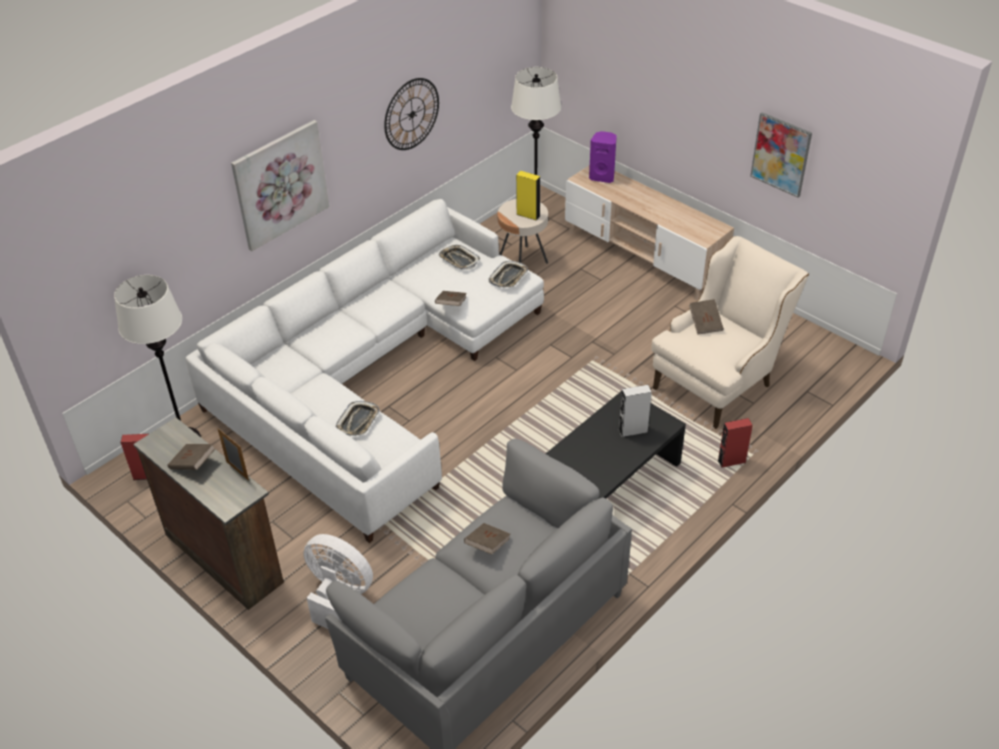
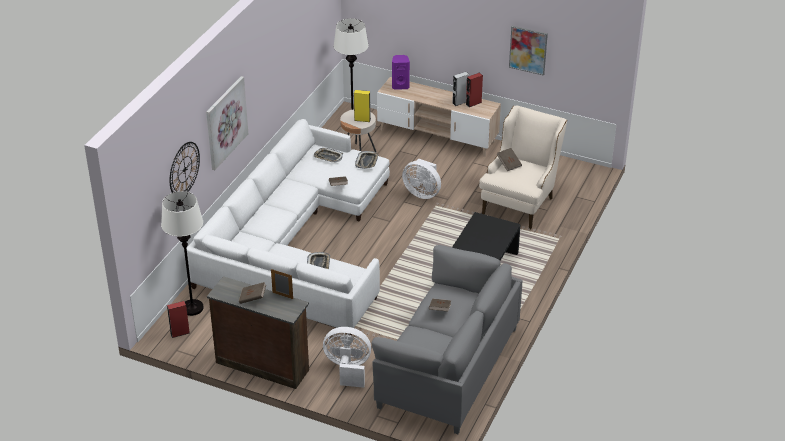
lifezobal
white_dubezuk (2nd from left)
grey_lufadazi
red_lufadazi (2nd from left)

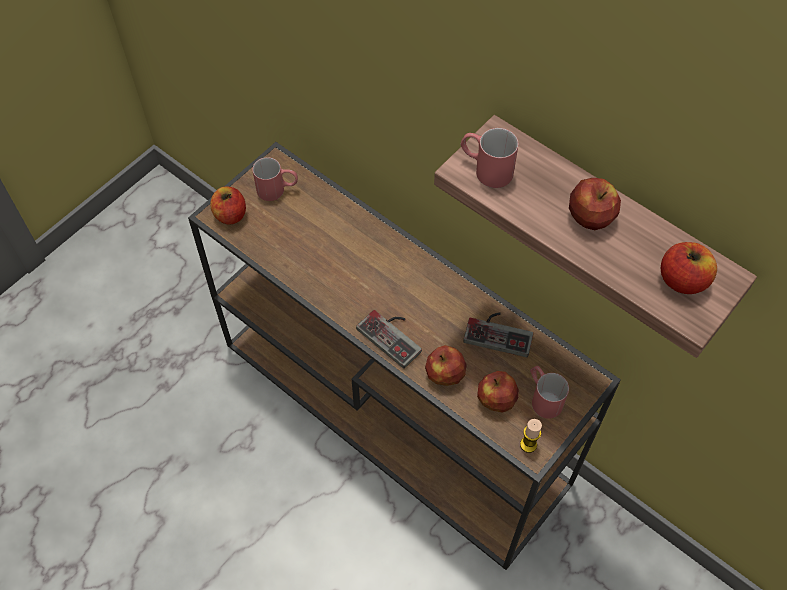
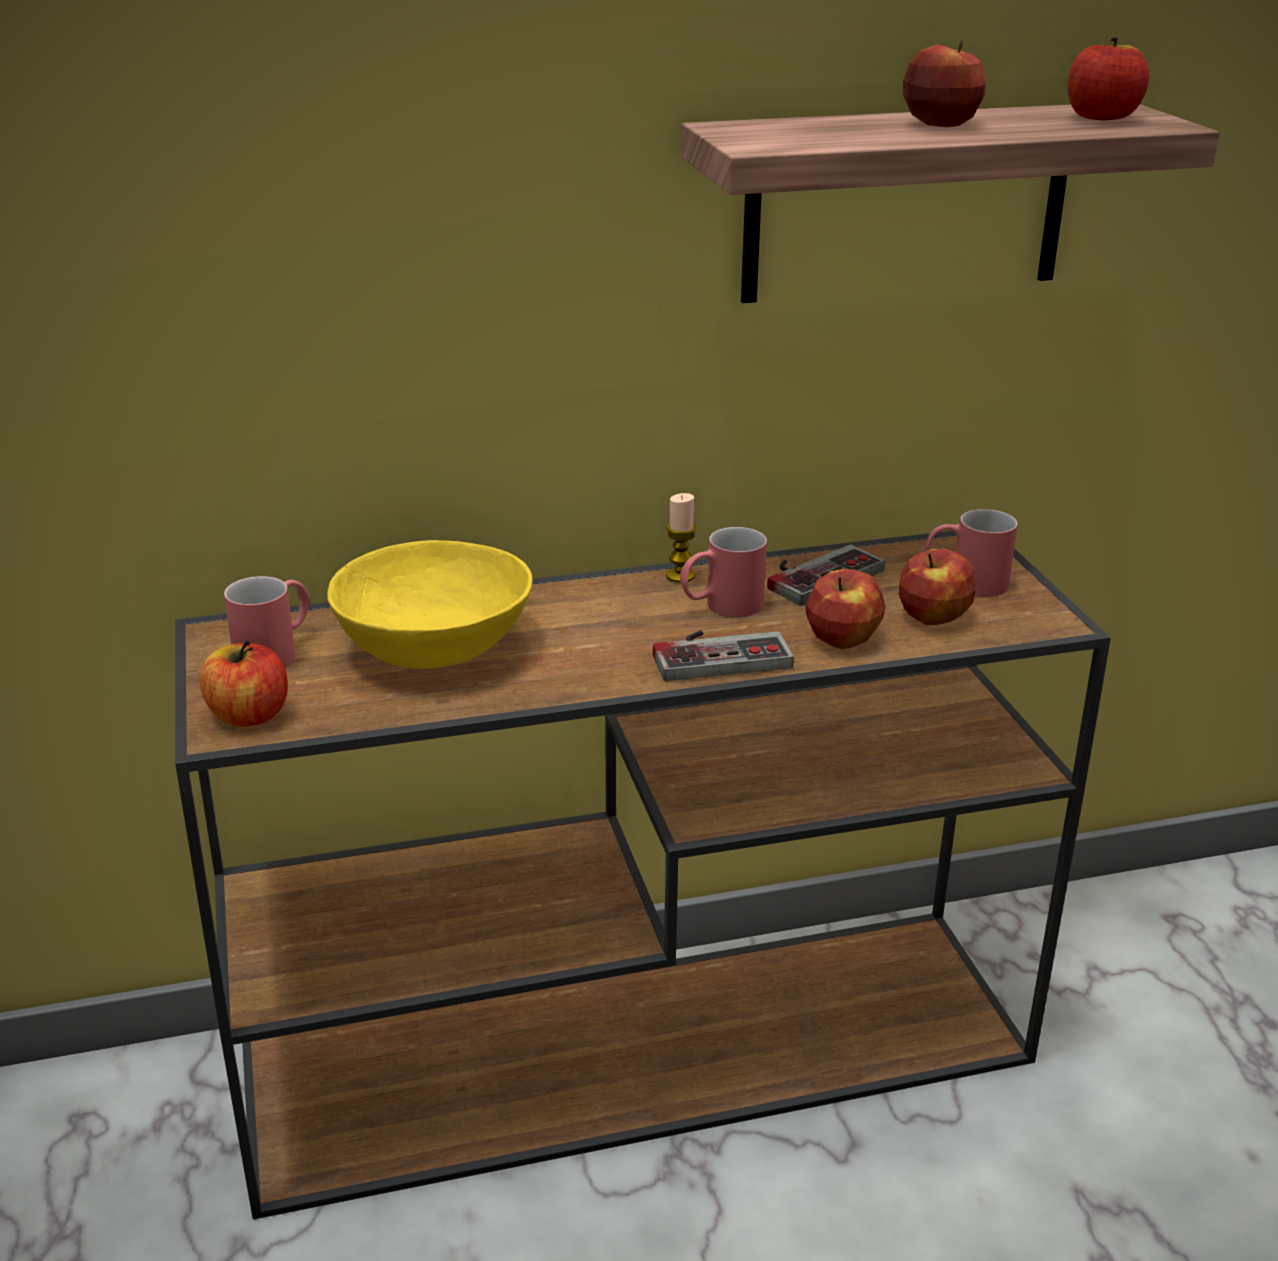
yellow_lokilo
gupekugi
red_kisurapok (2nd from left)

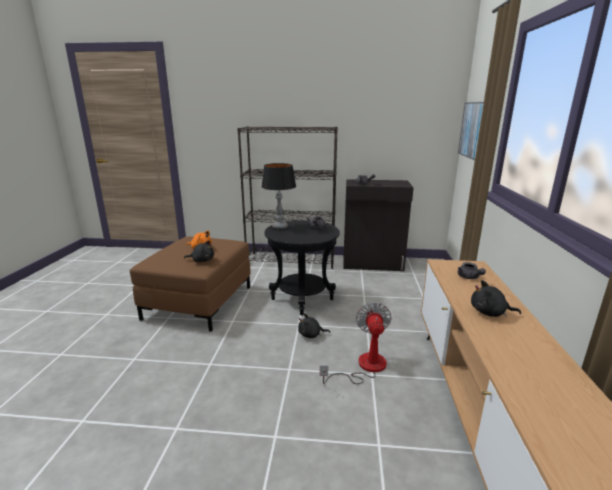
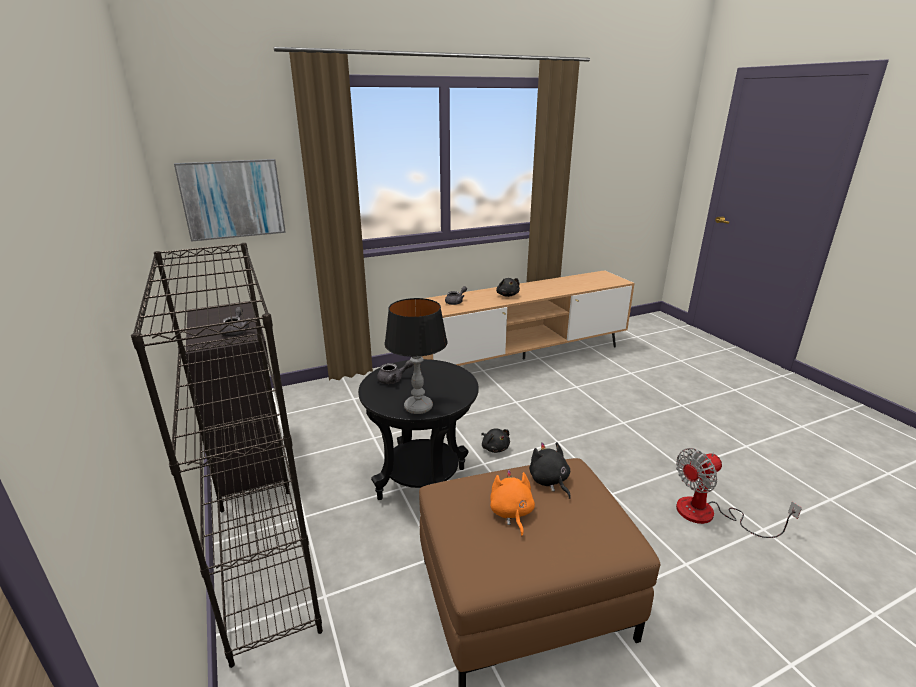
dubezuk

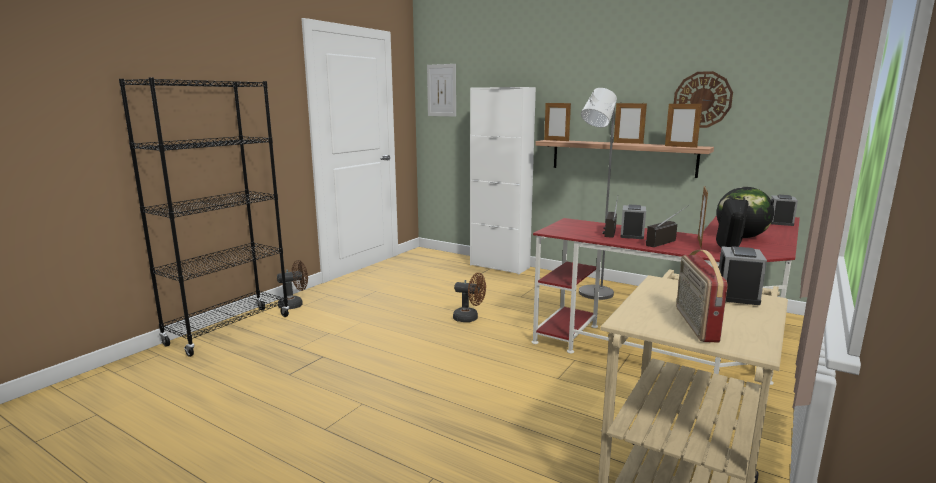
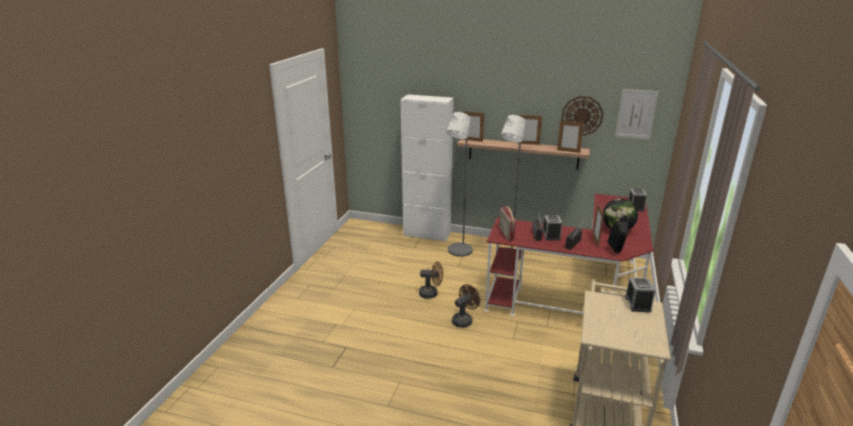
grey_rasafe (1st from left)
brown_dubezuk (2nd from left)
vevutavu (1st from left)
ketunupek
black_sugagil

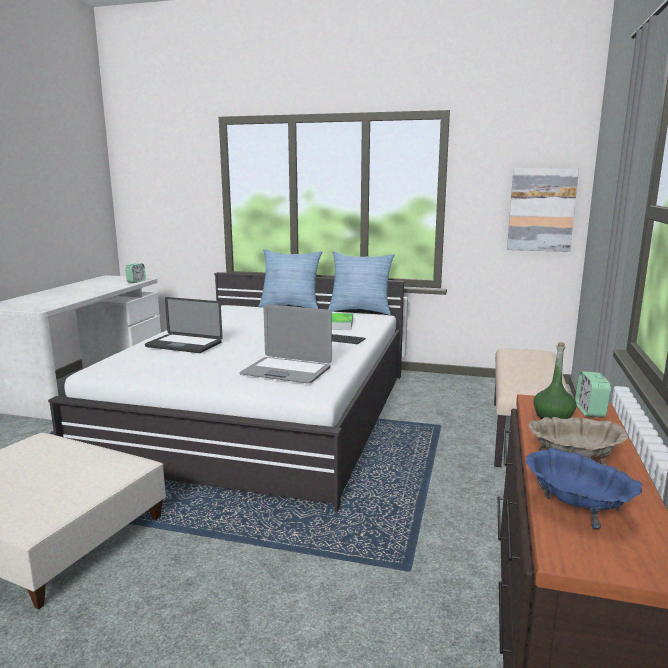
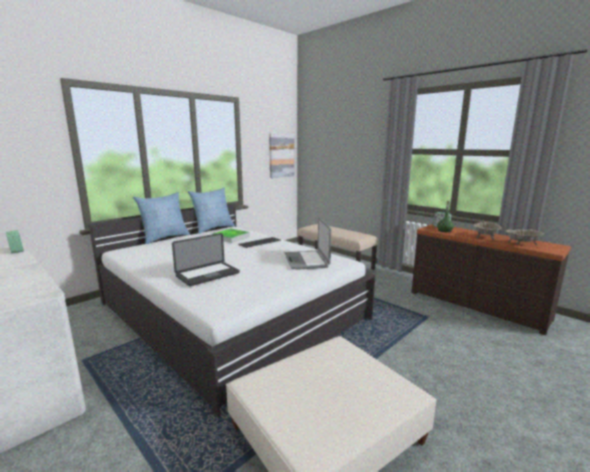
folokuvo (2nd from left)
beige_lokilo (2nd from left)

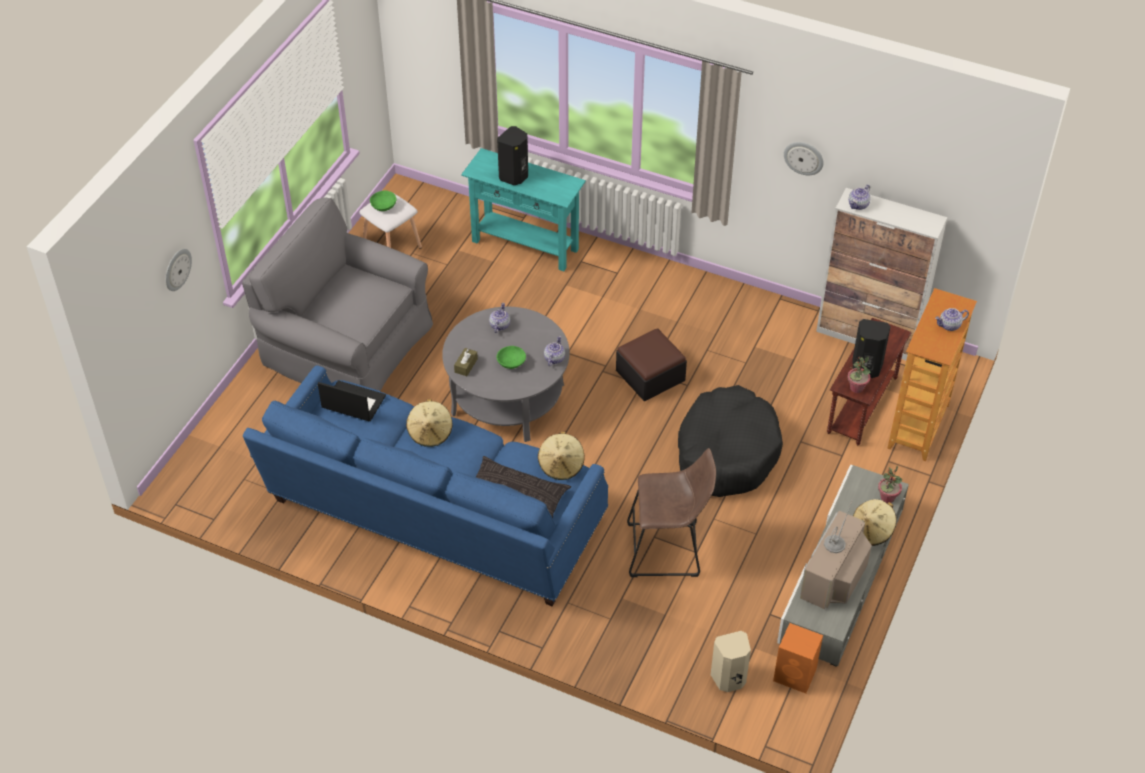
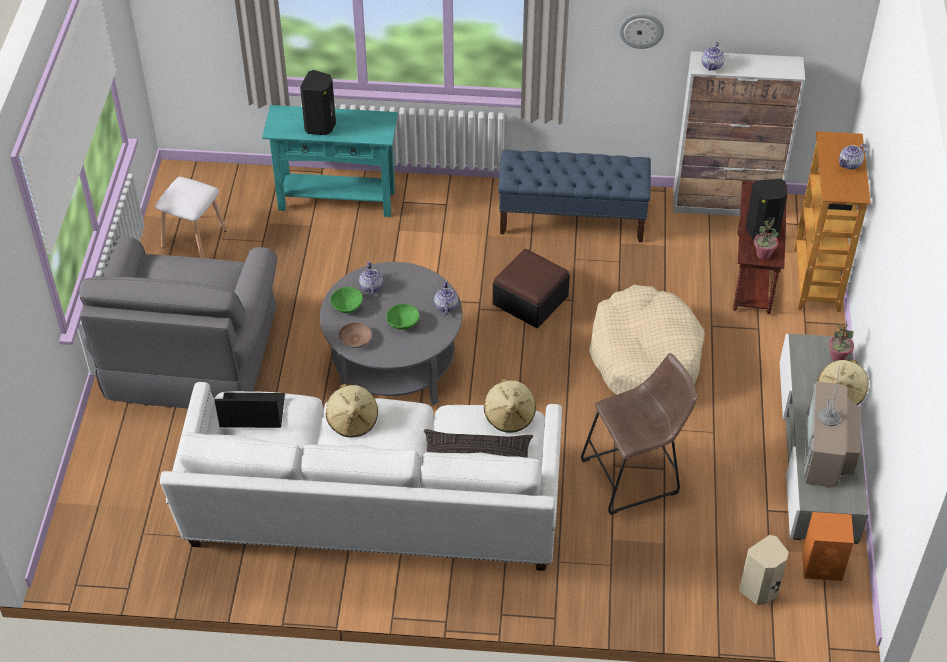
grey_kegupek
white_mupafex
green_lokilo (1st from left)
brown_lokilo
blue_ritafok
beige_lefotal
lifezobal (1st from left in the first image)

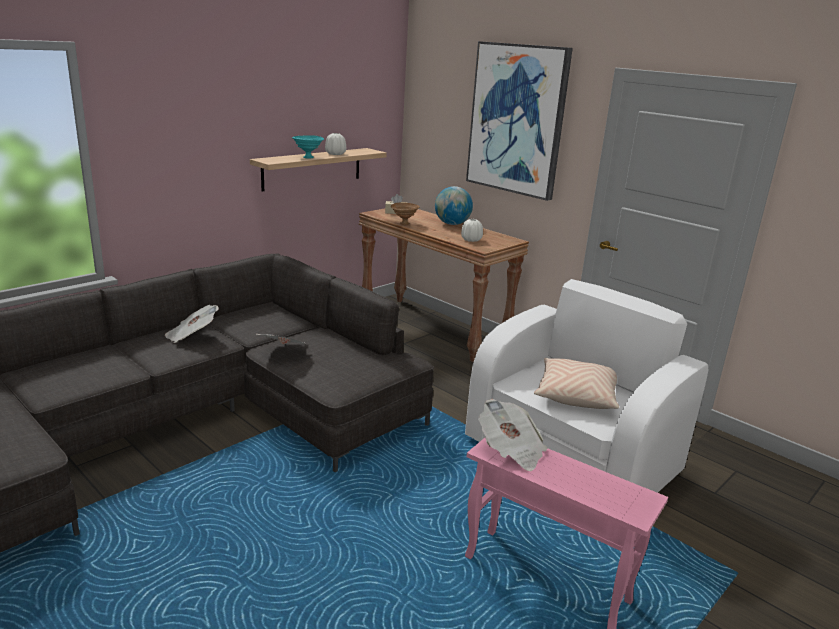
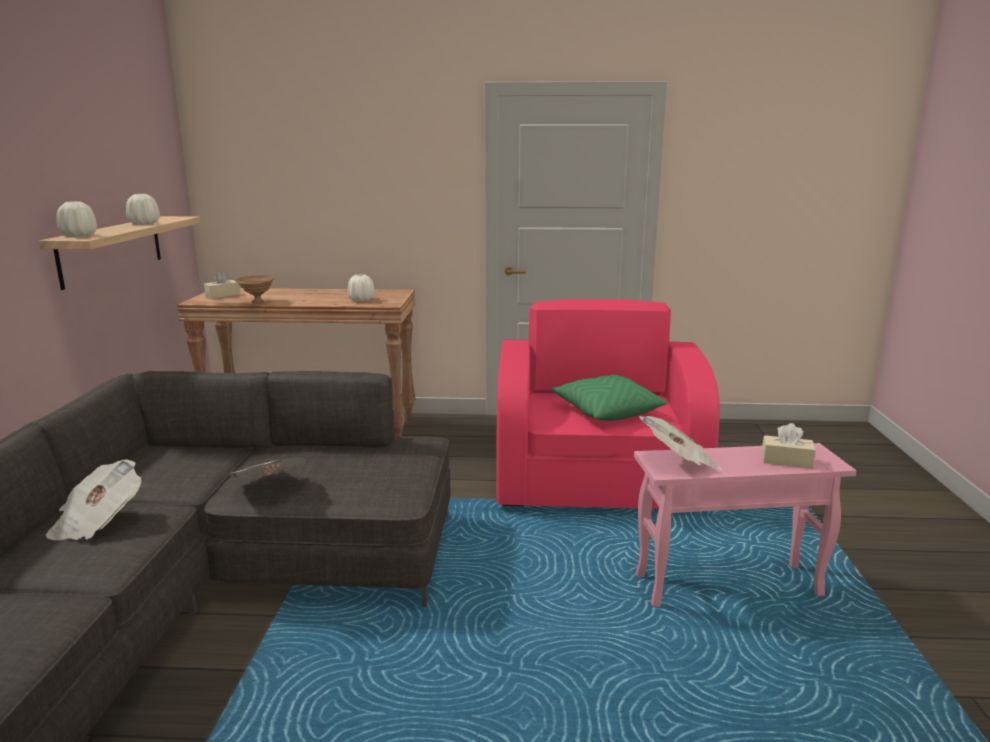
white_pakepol (1st from left)
pink_kegupek
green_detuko
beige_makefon (2nd from left)
turquoise_lokilo
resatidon
ketunupek

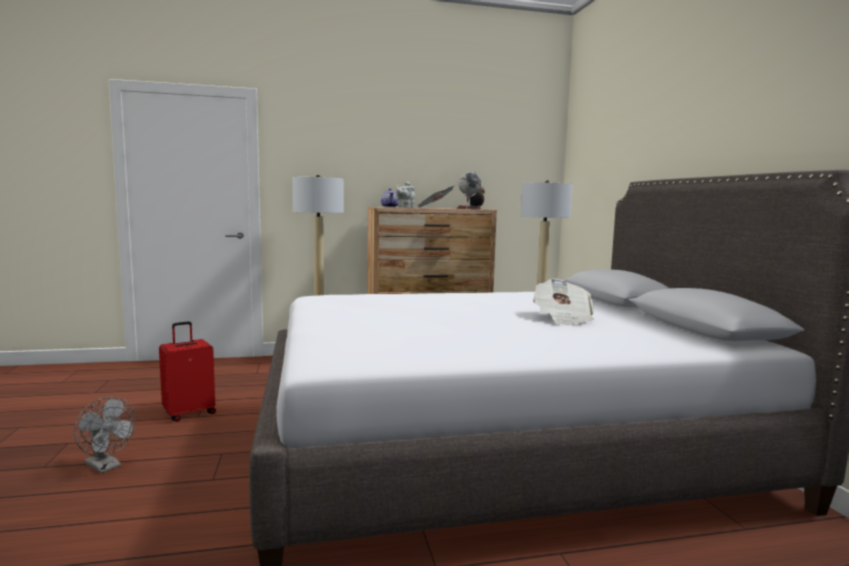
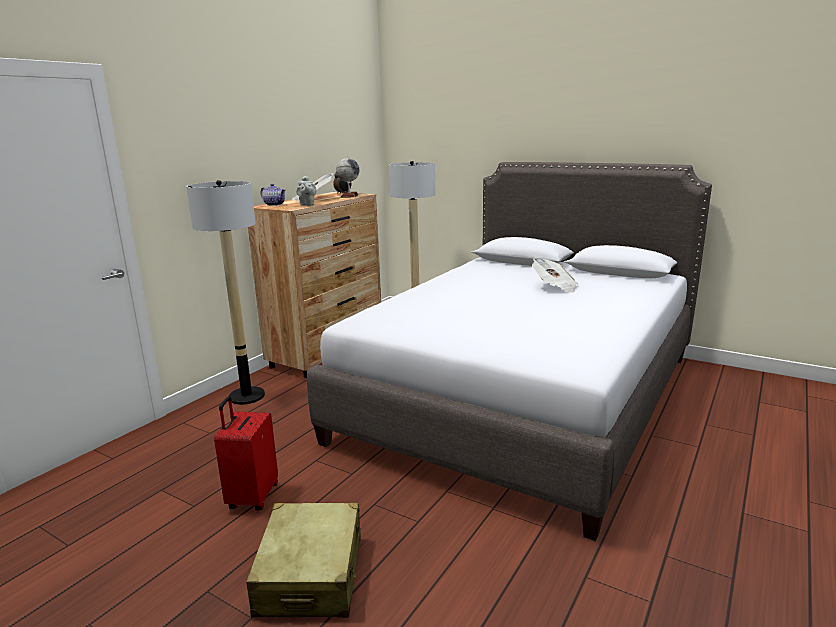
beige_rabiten

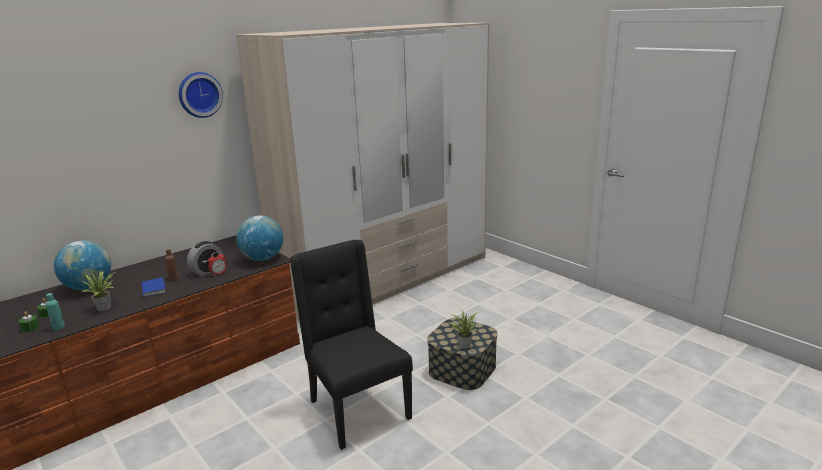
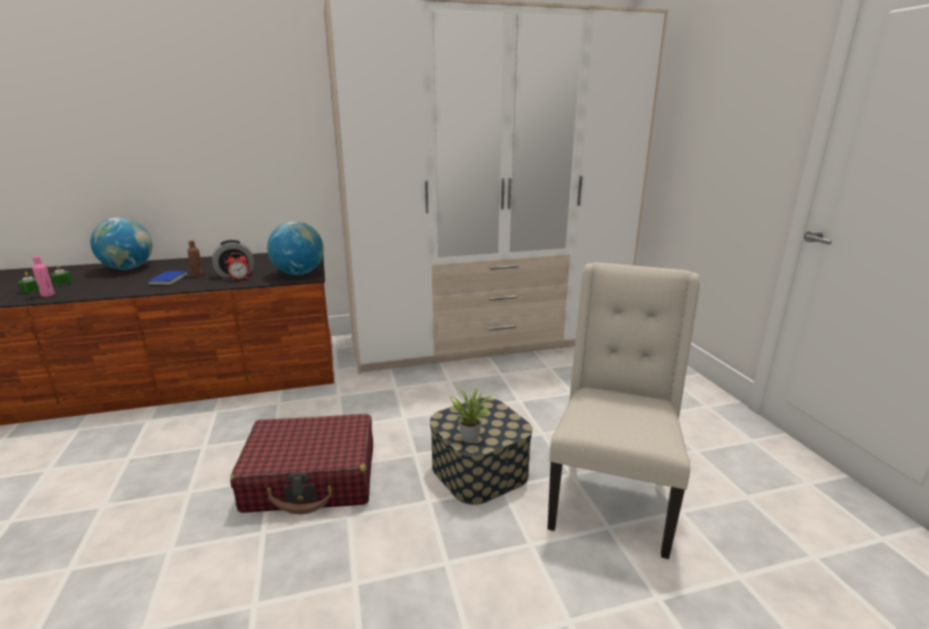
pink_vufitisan
red_rabiten
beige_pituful
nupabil (1st from left in the first image)
lifezobal

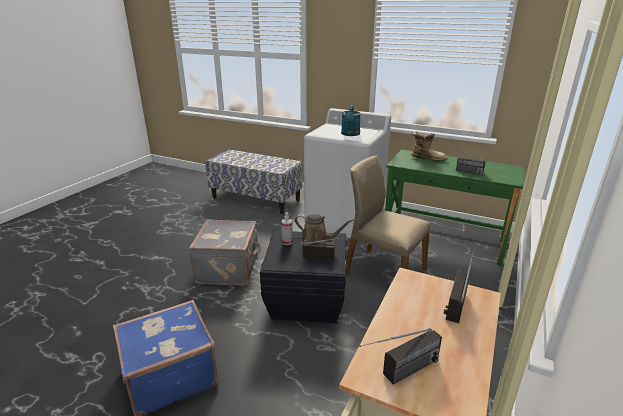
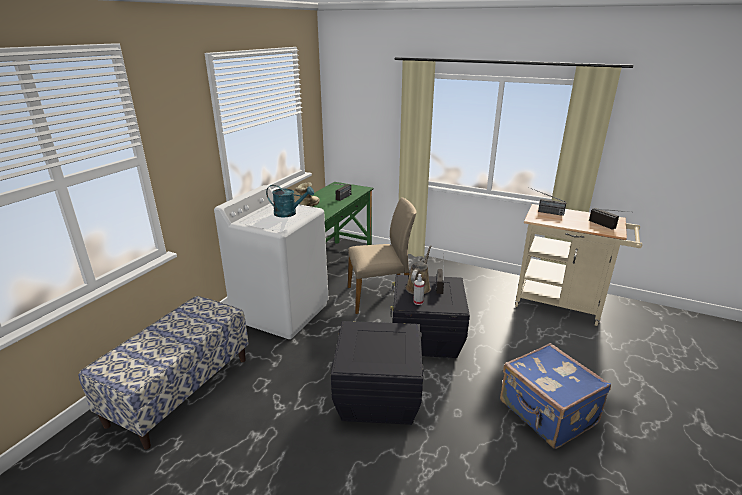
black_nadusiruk (1st from left)
beige_pituful

